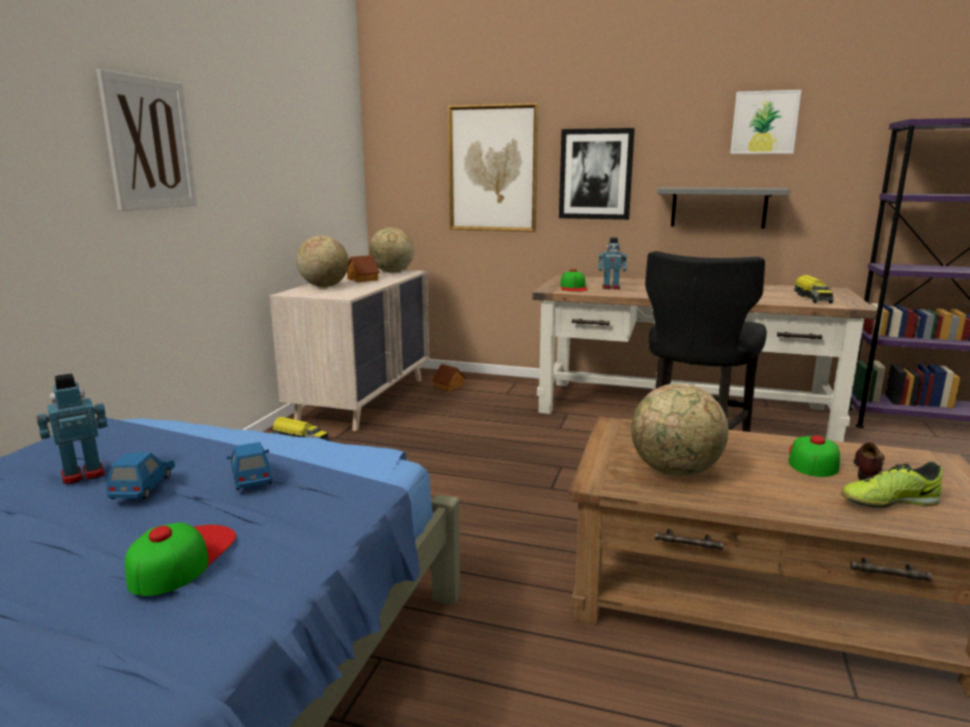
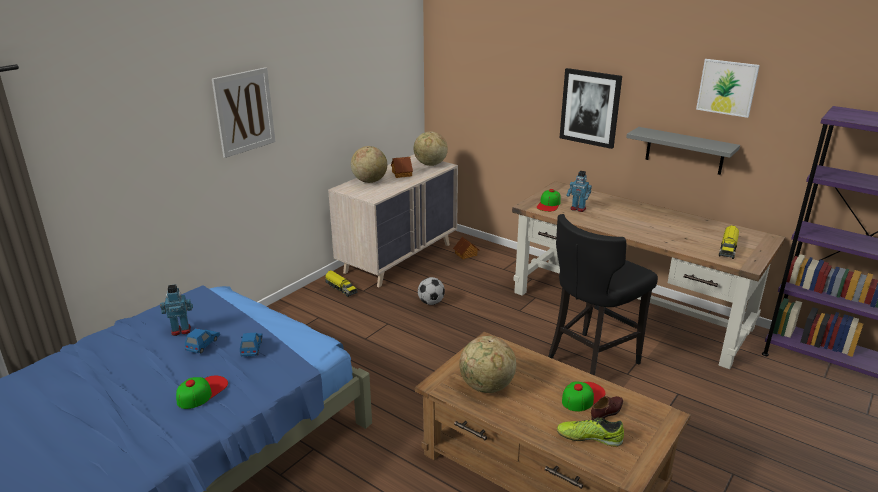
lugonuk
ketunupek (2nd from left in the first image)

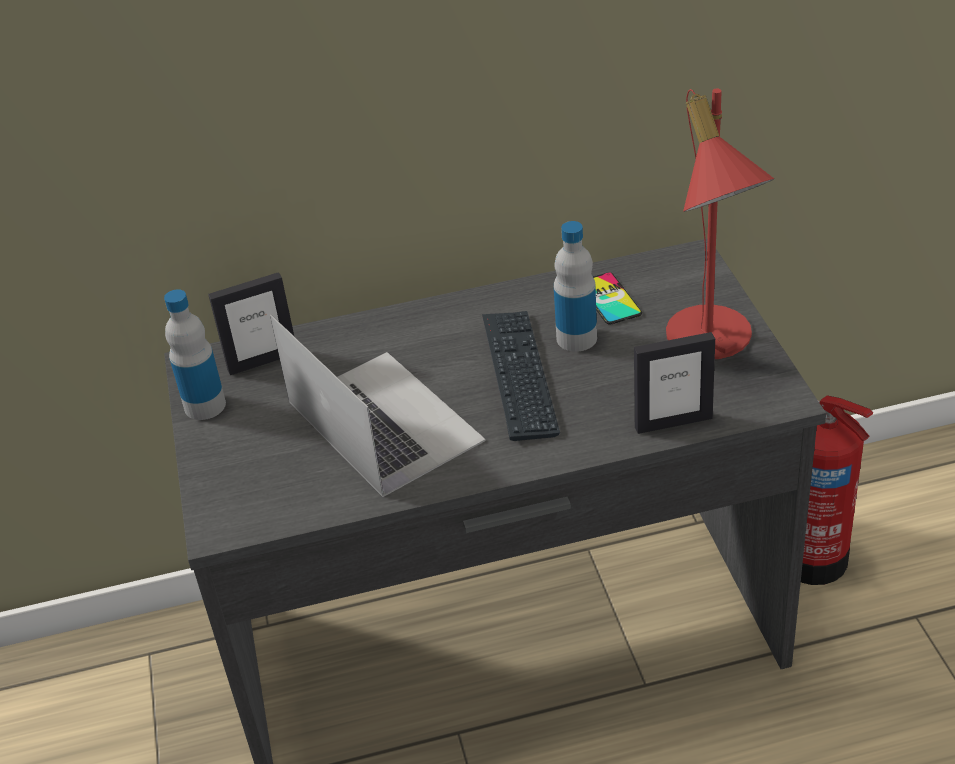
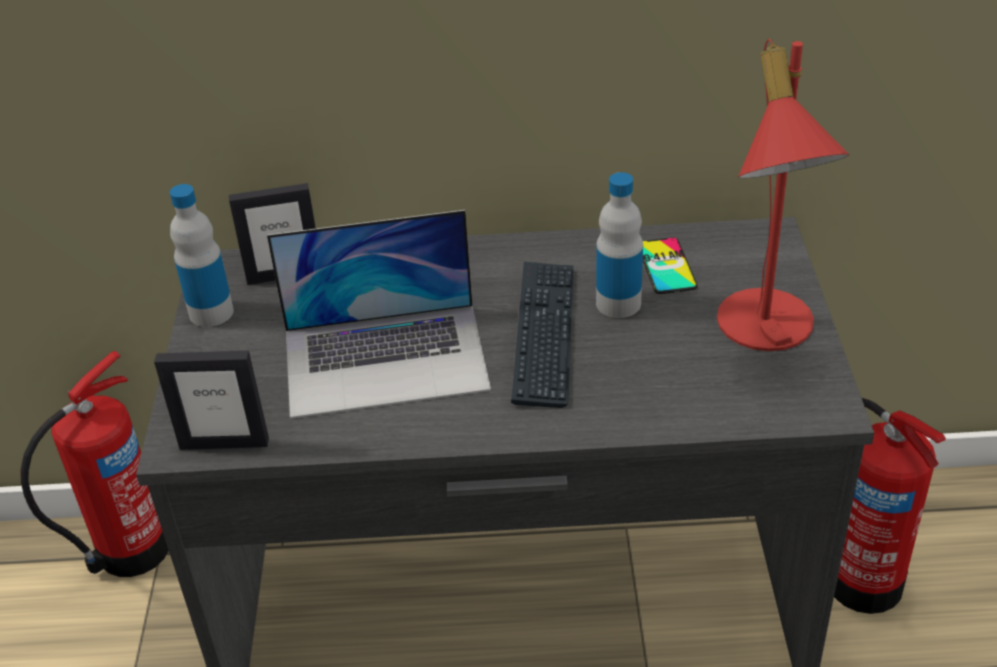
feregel (1st from left)
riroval (1st from left)
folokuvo

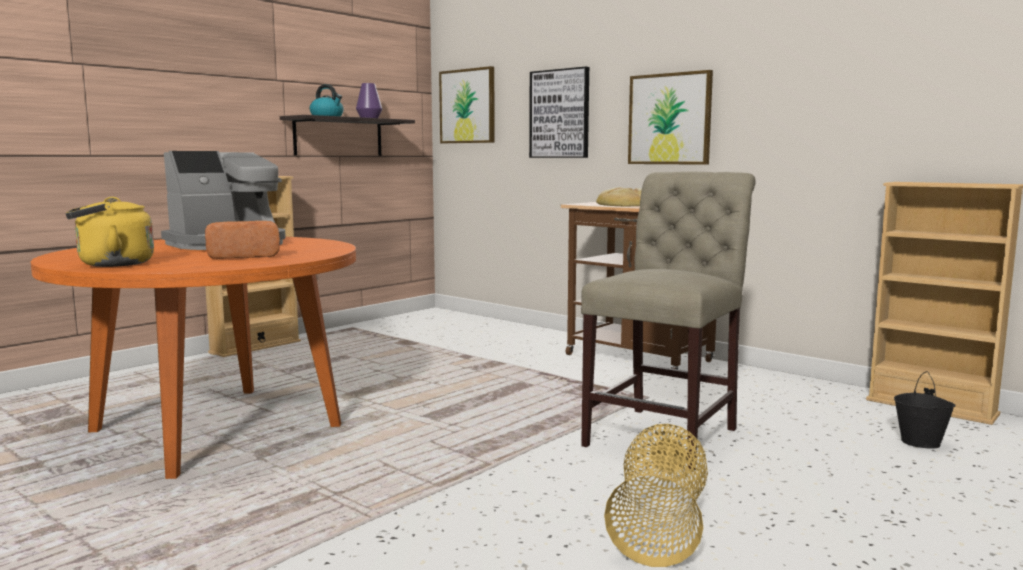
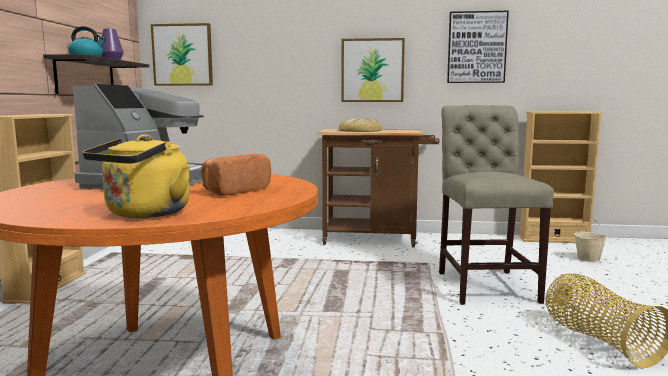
ketunupek (3rd from left)
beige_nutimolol

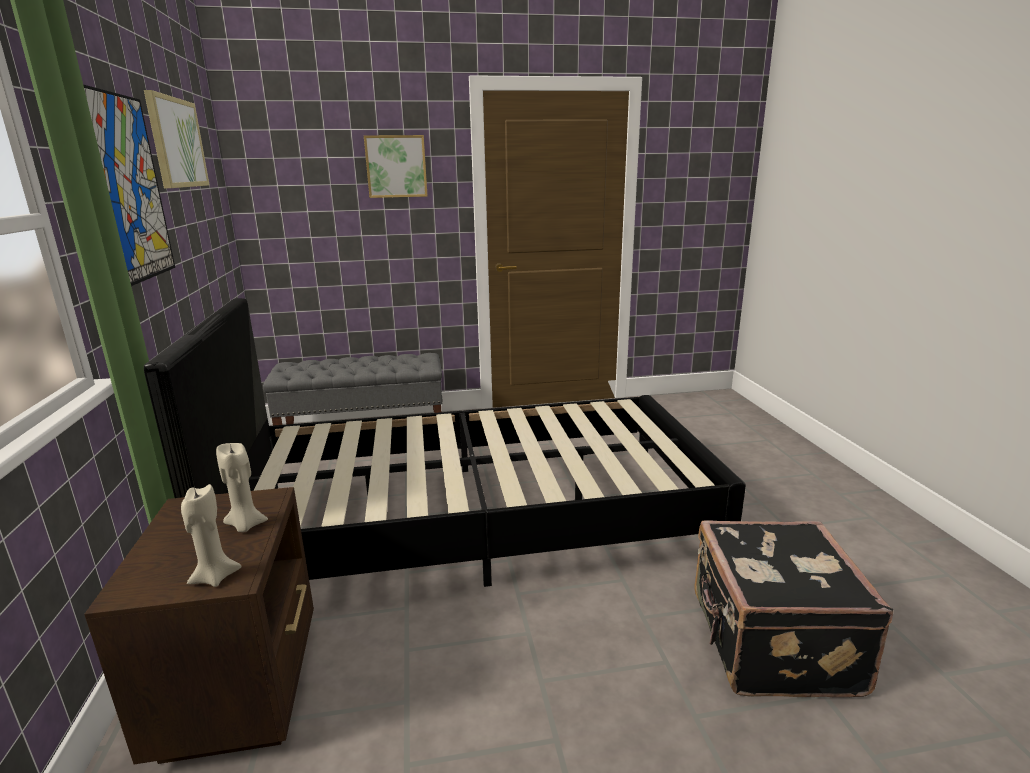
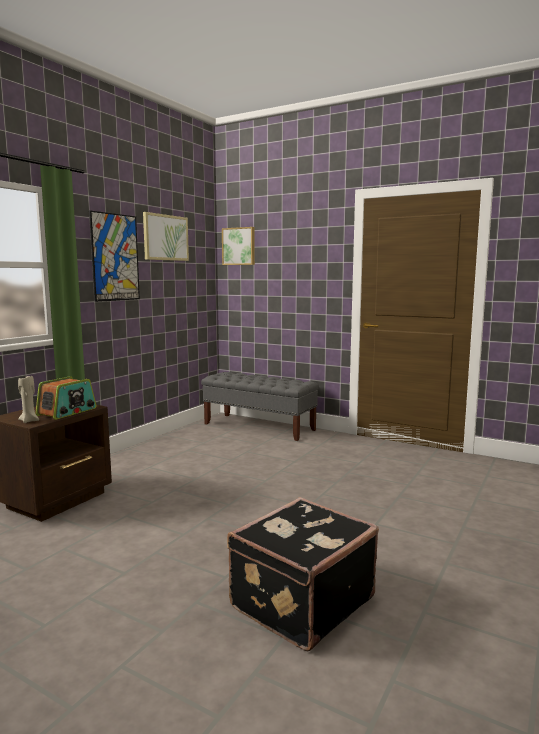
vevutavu
ketunupek (3rd from left)
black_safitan

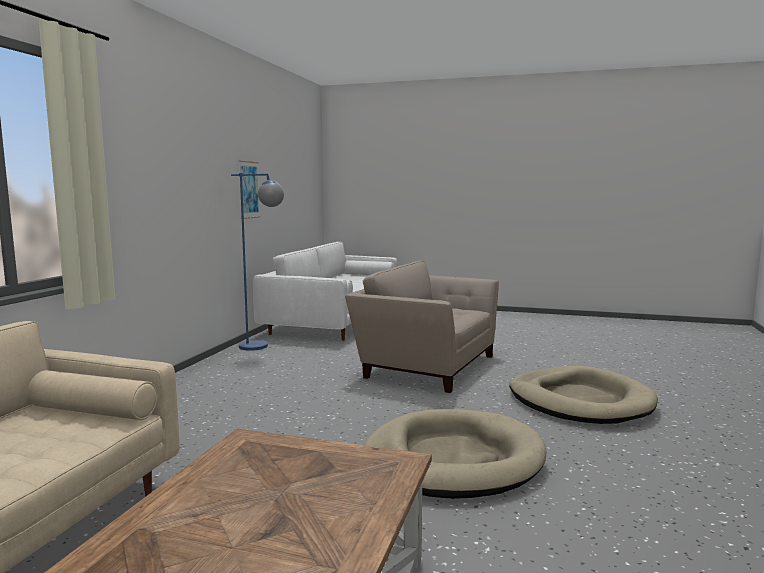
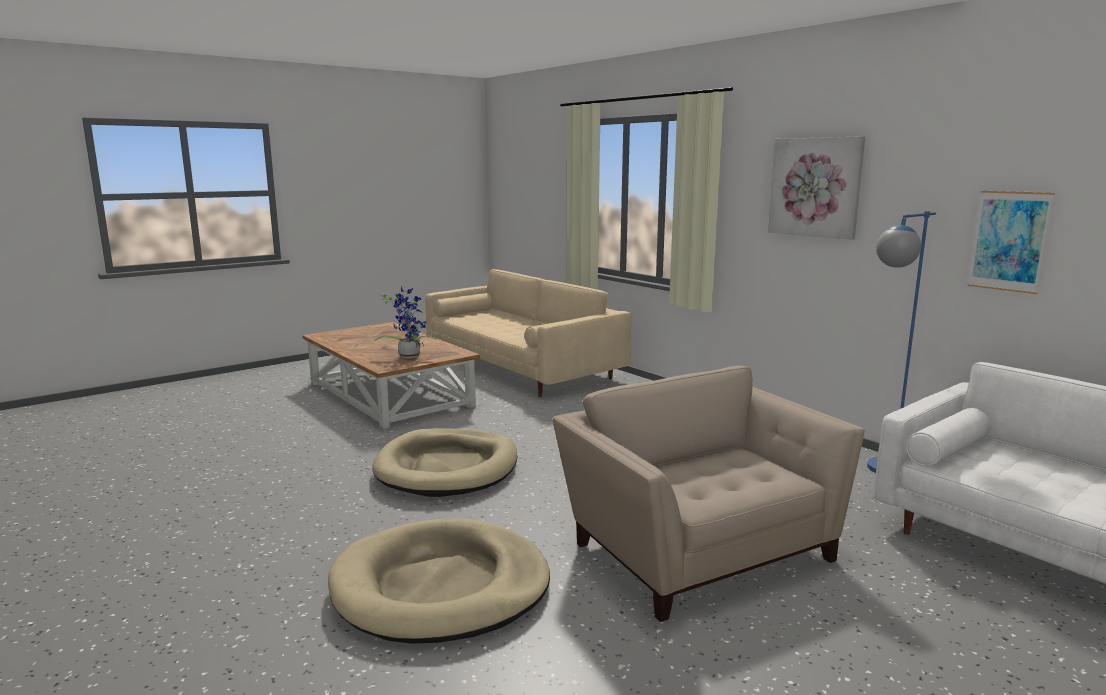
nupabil
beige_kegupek
ketunupek (1st from left)

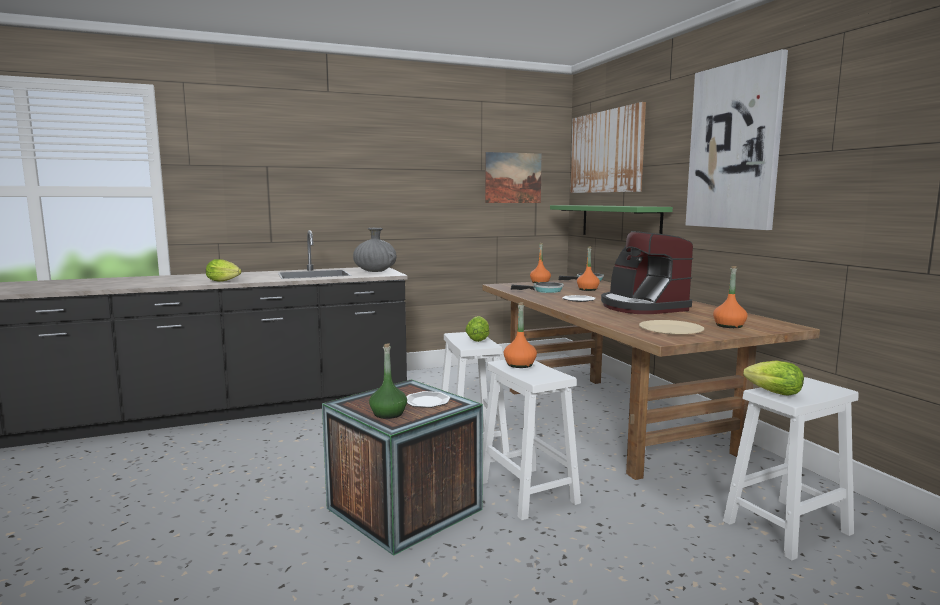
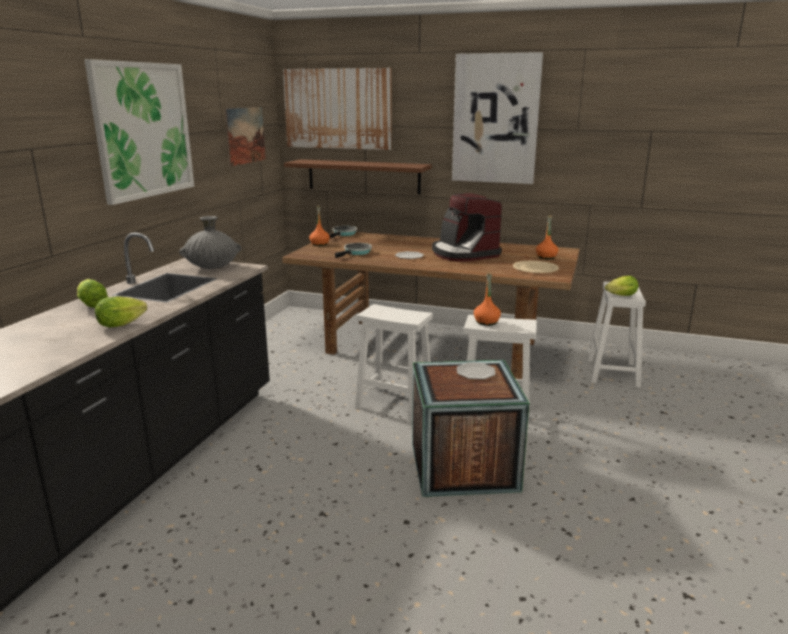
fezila (1st from left)
ketunupek (1st from left)
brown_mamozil
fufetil
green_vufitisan
orange_vufitisan (3rd from left in the first image)

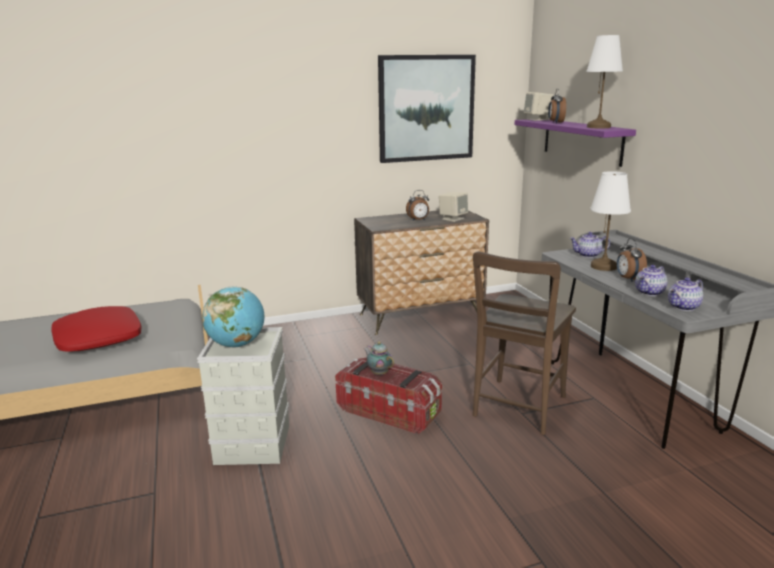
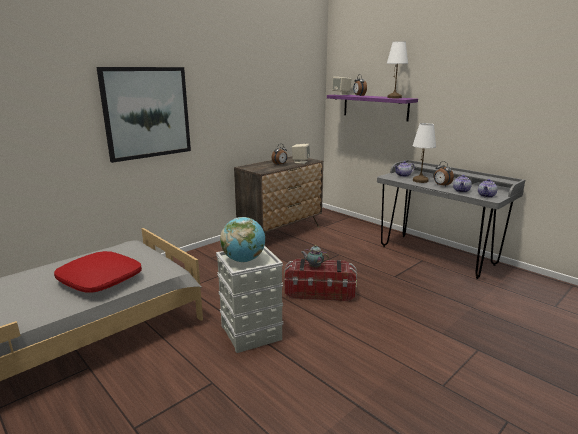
ketunupek
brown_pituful

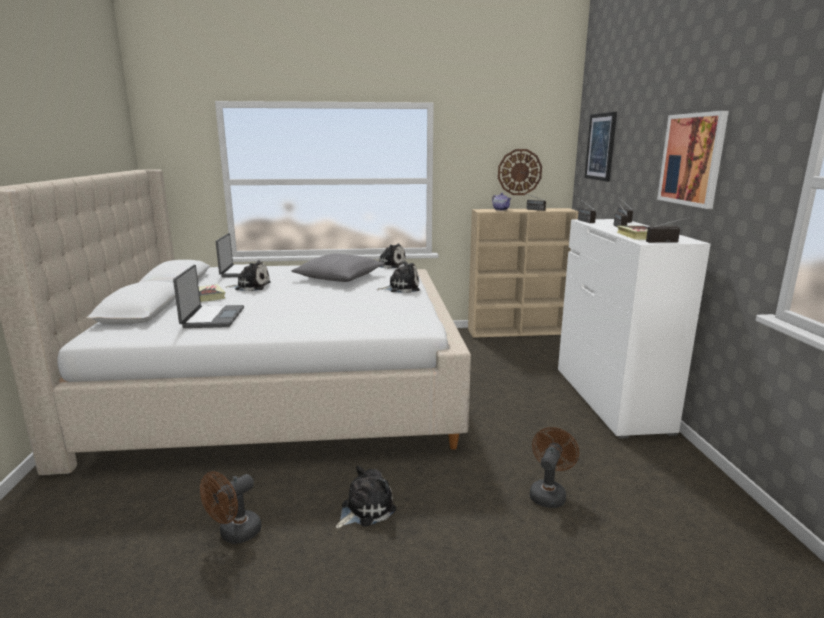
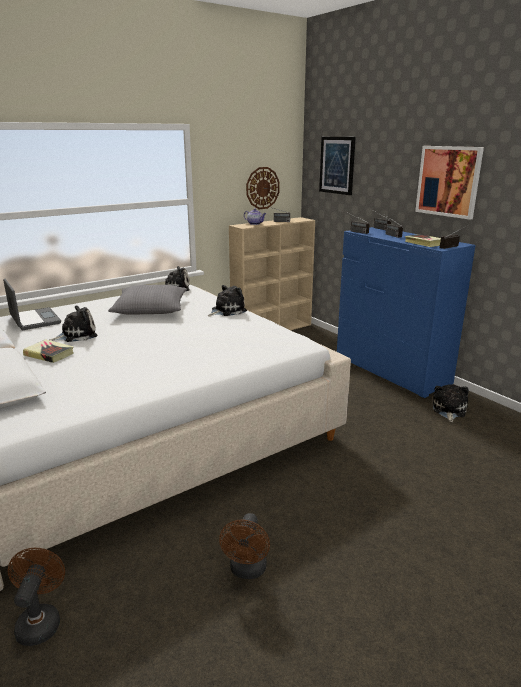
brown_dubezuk (1st from left)
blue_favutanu
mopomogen (4th from left)
folokuvo (1st from left in the first image)

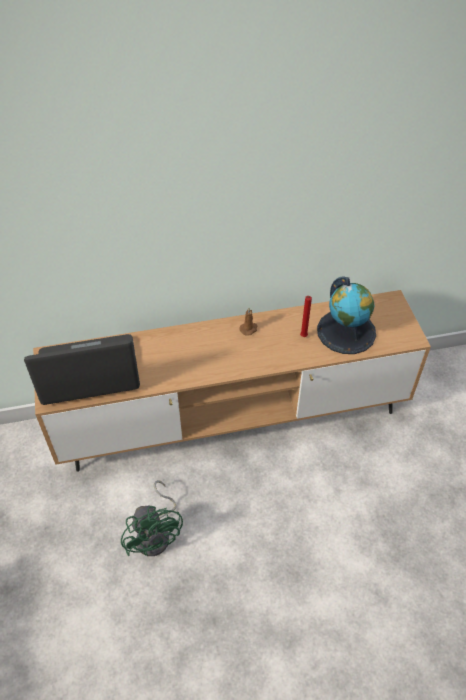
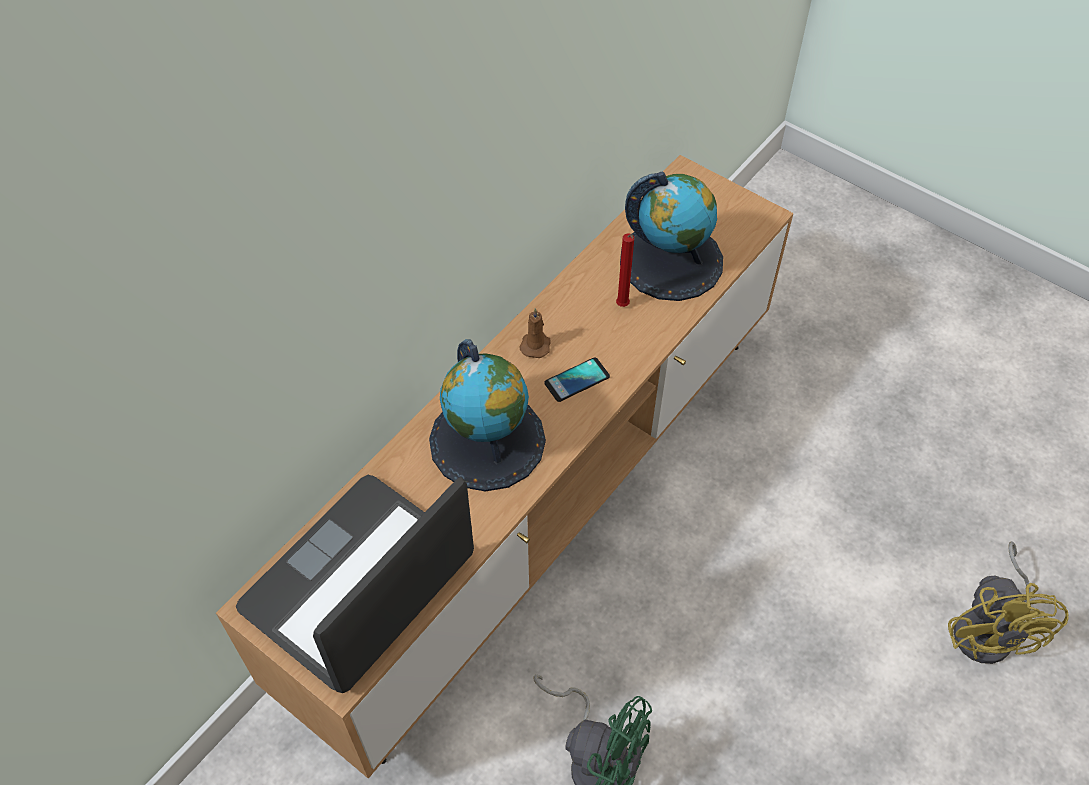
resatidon (1st from left)
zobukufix
yellow_dubezuk

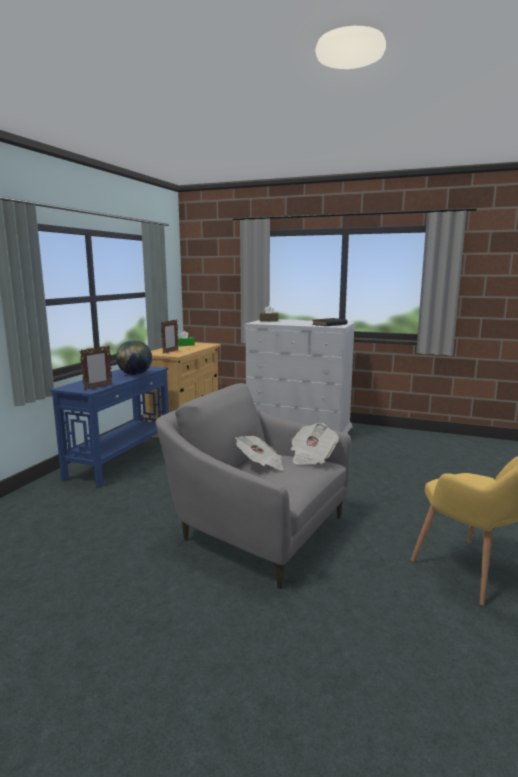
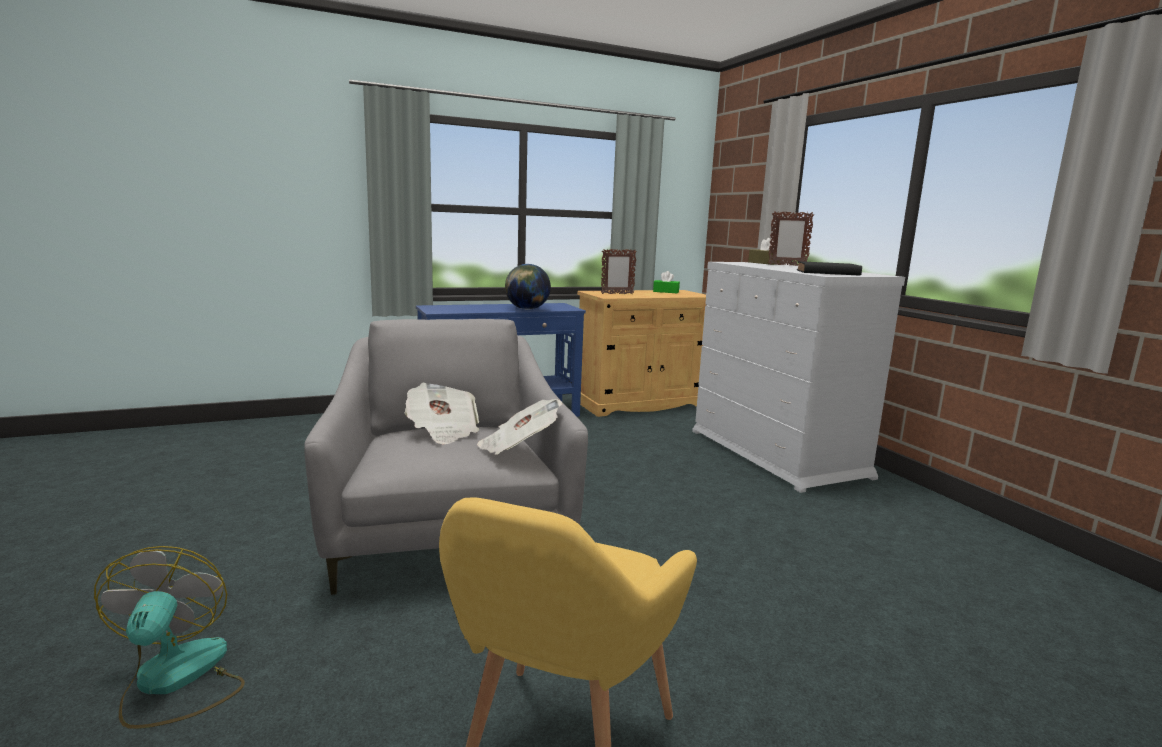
dubezuk
riroval (2nd from left)

